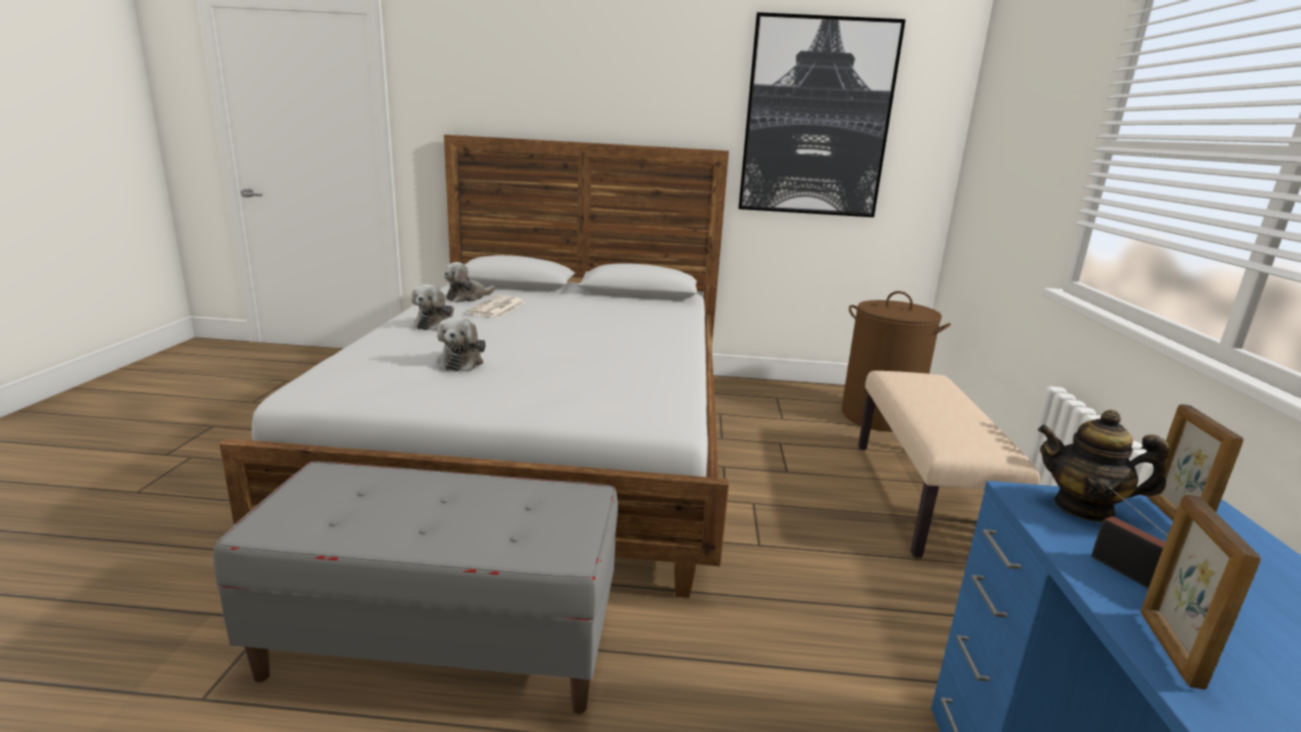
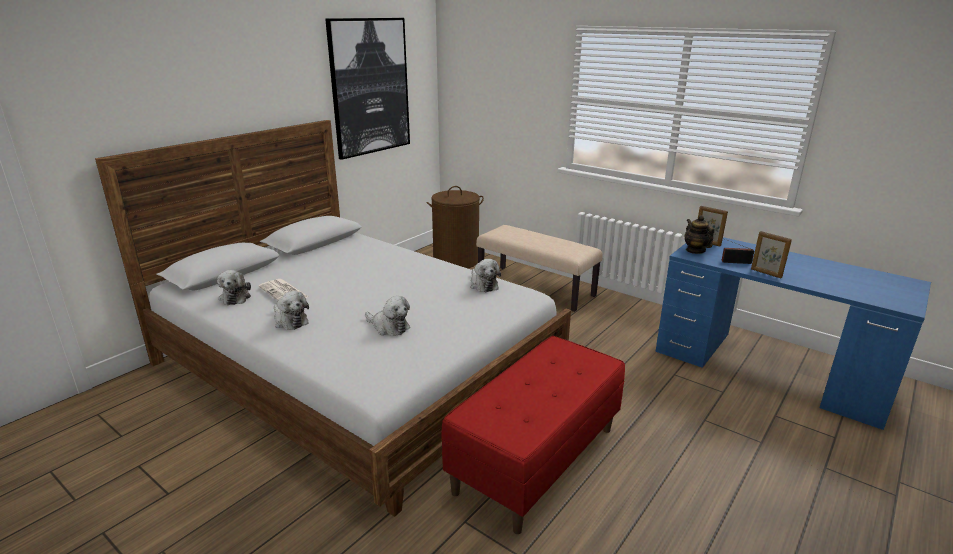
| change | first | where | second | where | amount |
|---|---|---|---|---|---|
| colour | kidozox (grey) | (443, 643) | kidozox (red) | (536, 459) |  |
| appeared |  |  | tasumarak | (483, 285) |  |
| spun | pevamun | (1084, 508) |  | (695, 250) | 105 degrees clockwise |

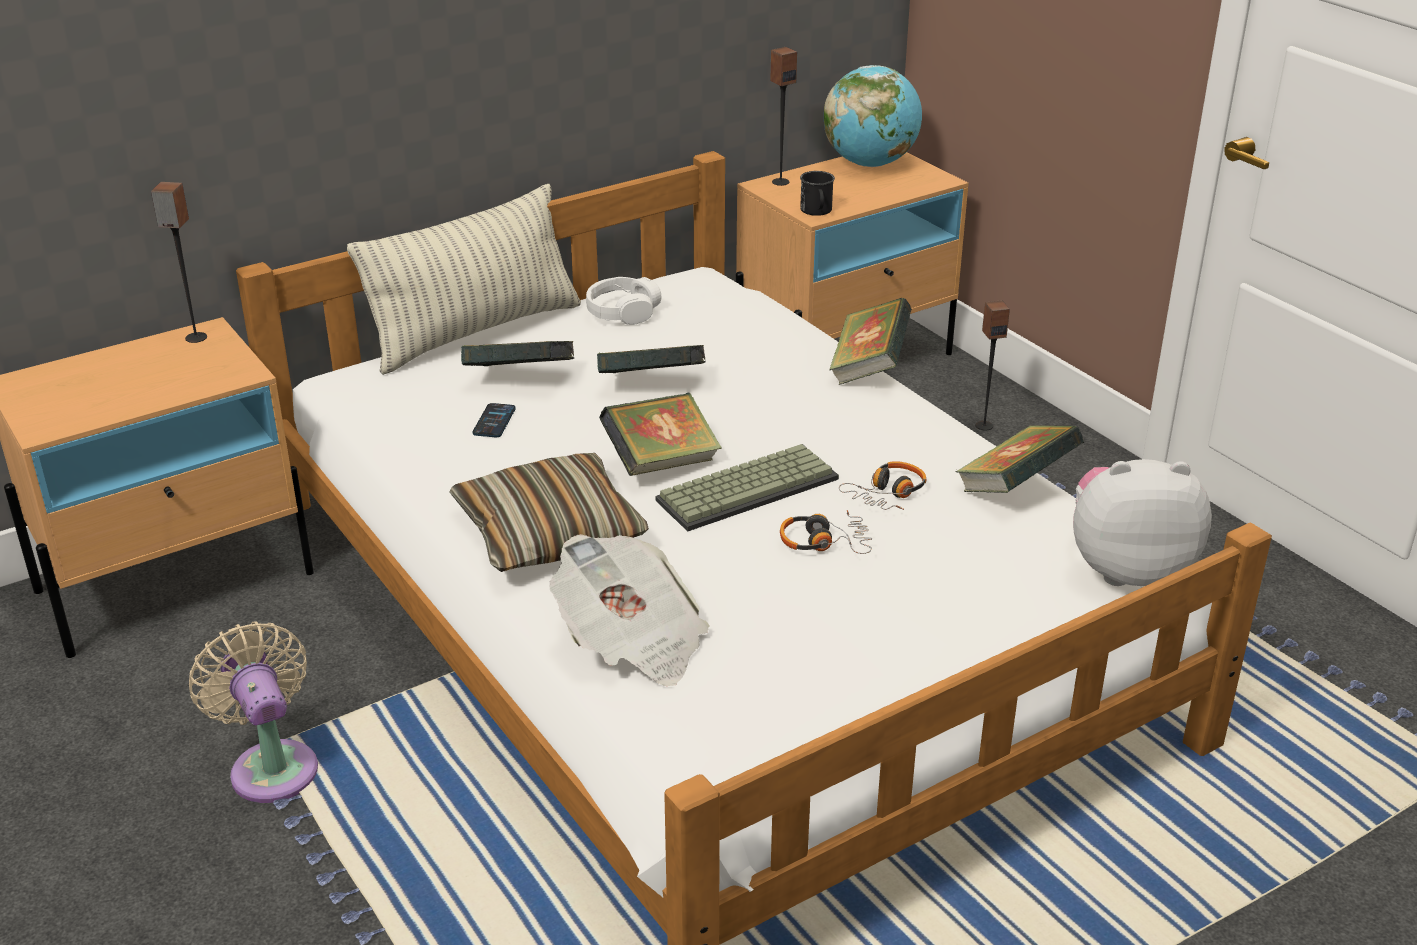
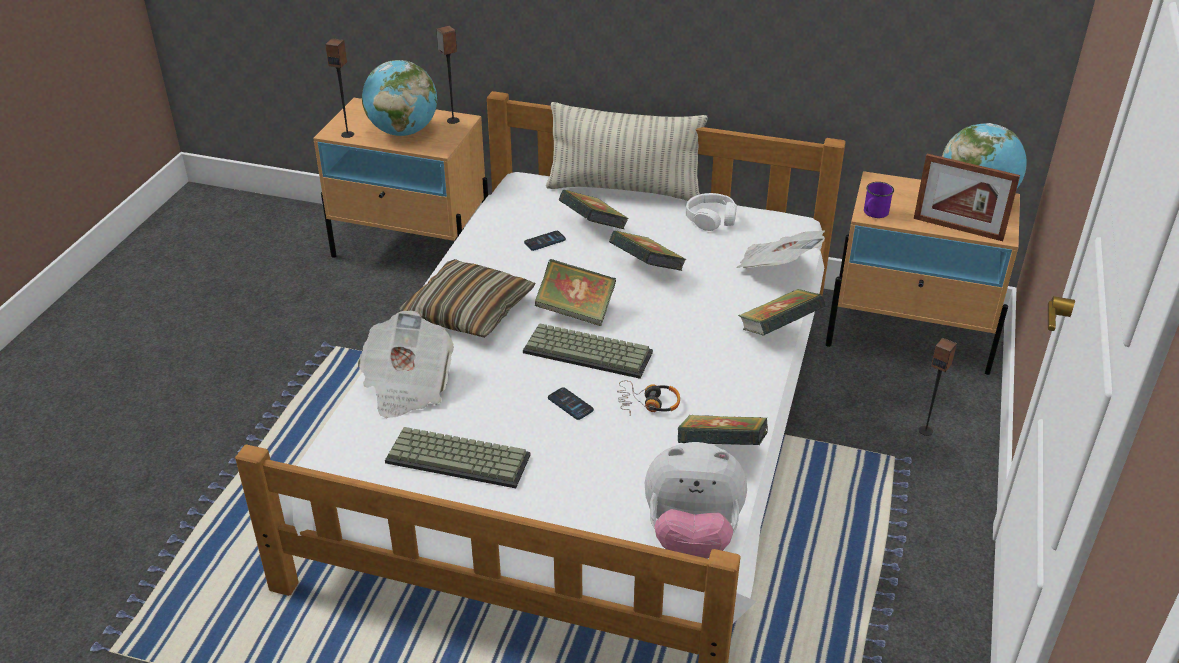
| change | first | where | second | where | amount |
|---|---|---|---|---|---|
| relocated | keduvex | (780, 182) |  | (347, 134) |  |
| appeared |  |  | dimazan | (403, 132) |  |
| appeared |  |  | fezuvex | (460, 457) |  |
| exchanged | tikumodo | (824, 542) | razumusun | (570, 404) |  |
| spun | tasumarak | (1127, 568) |  | (692, 536) | 135 degrees clockwise |
| appeared |  |  | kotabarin | (777, 268) |  |
| colour | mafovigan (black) | (817, 212) | mafovigan (purple) | (873, 213) |  |
| appeared |  |  | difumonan | (958, 229) |  |
| missing | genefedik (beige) | (272, 765) |  |  |  |

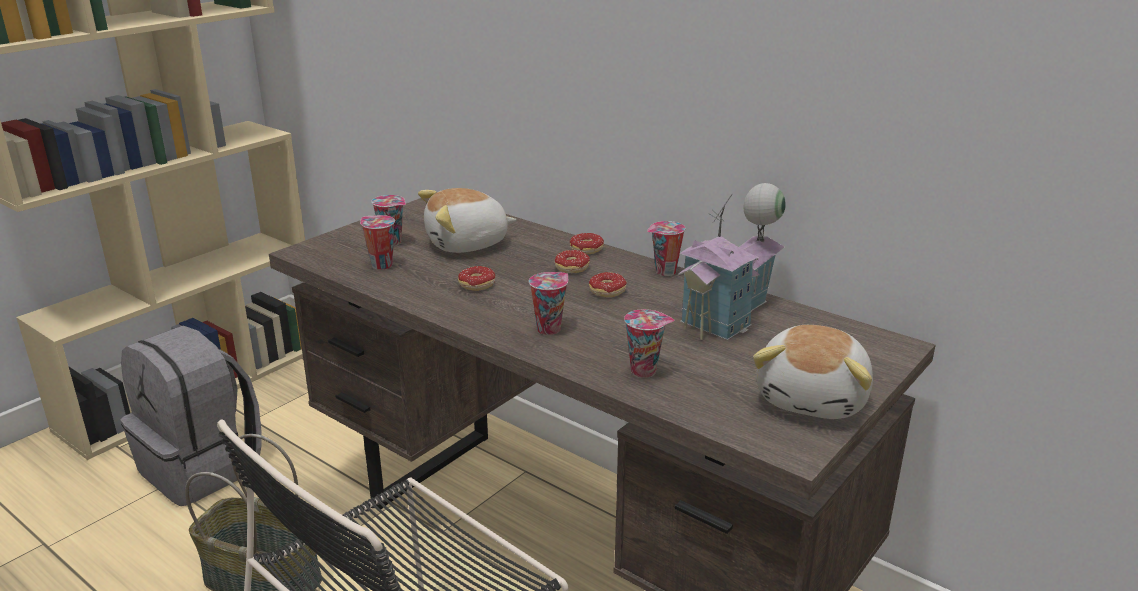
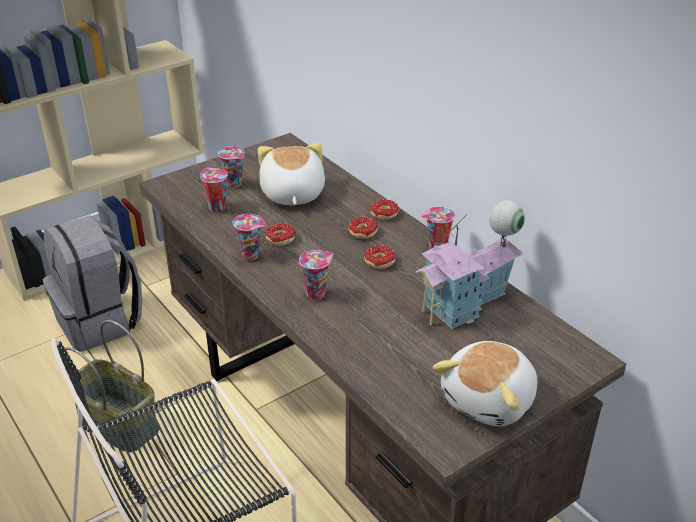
| change | first | where | second | where | amount |
|---|---|---|---|---|---|
| relocated | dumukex | (645, 370) |  | (251, 255) |  |
| spun | tasumarak | (467, 244) |  | (291, 194) | 90 degrees clockwise |

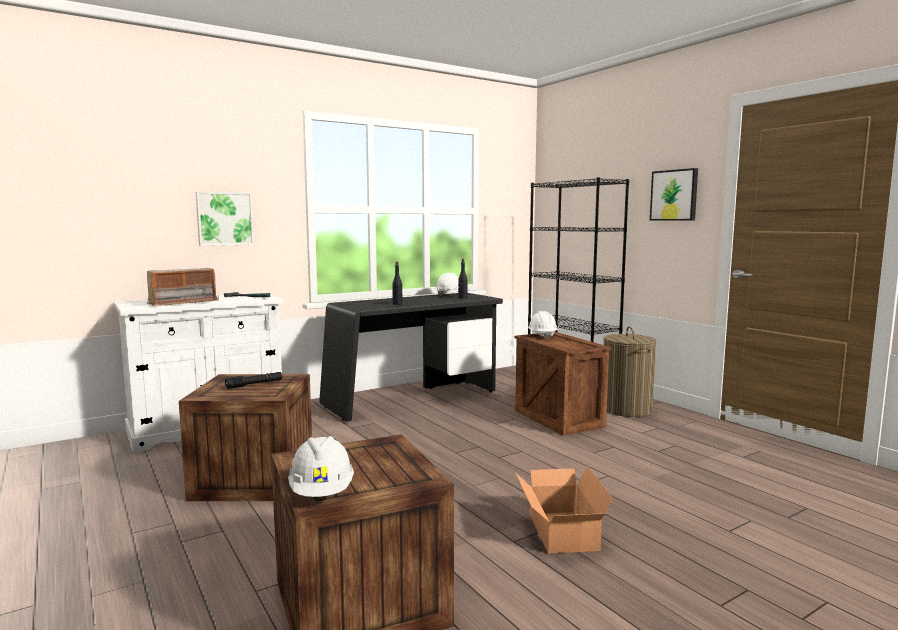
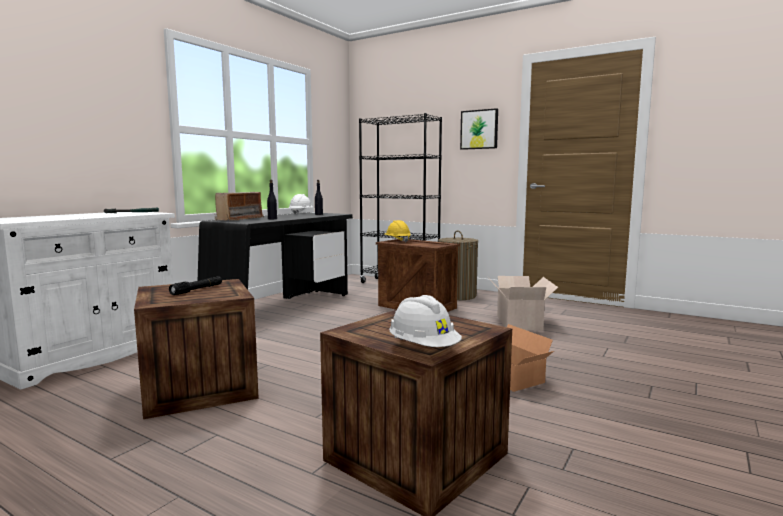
| change | first | where | second | where | amount |
|---|---|---|---|---|---|
| relocated | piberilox | (183, 303) |  | (240, 219) |  |
| colour | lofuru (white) | (542, 336) | lofuru (yellow) | (397, 241) |  |
| appeared |  |  | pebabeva | (519, 322) |  |
| missing | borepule | (224, 218) |  |  |  |

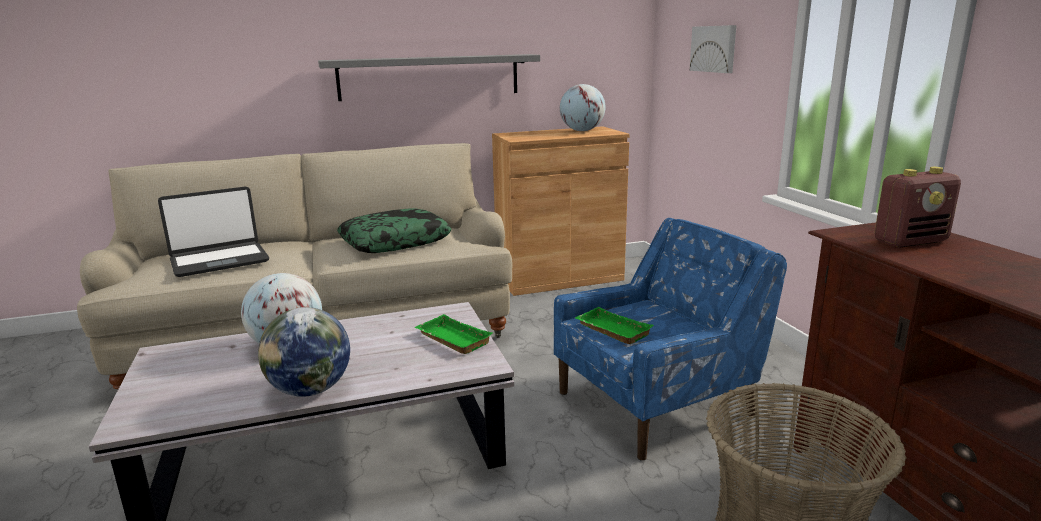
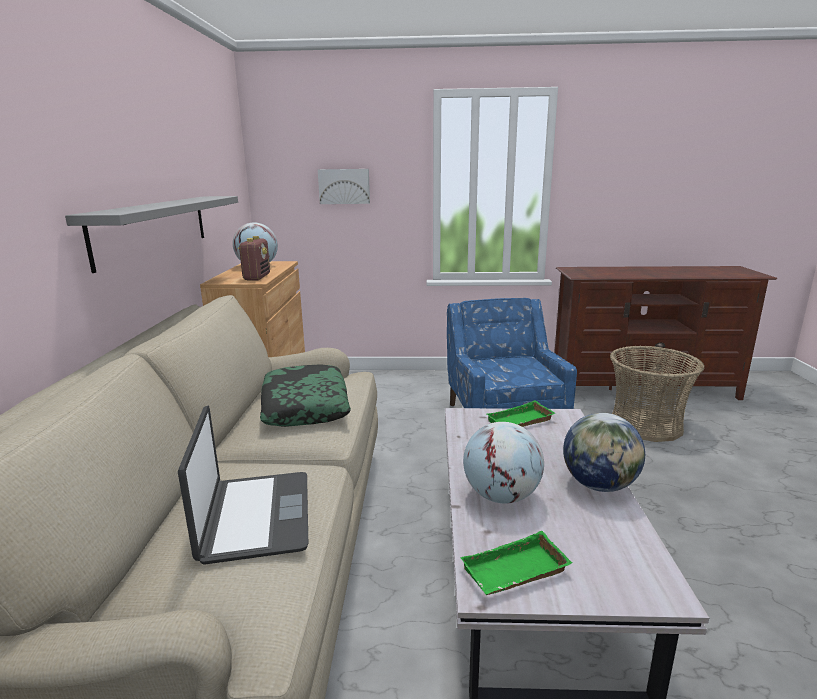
| change | first | where | second | where | amount |
|---|---|---|---|---|---|
| relocated | piberilox | (910, 242) |  | (257, 277) |  |
| relocated | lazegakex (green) | (611, 330) |  | (515, 573) |  |

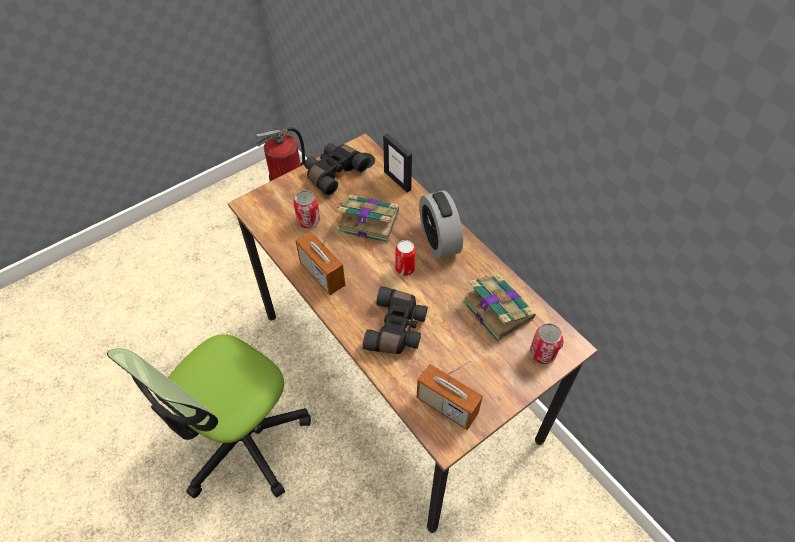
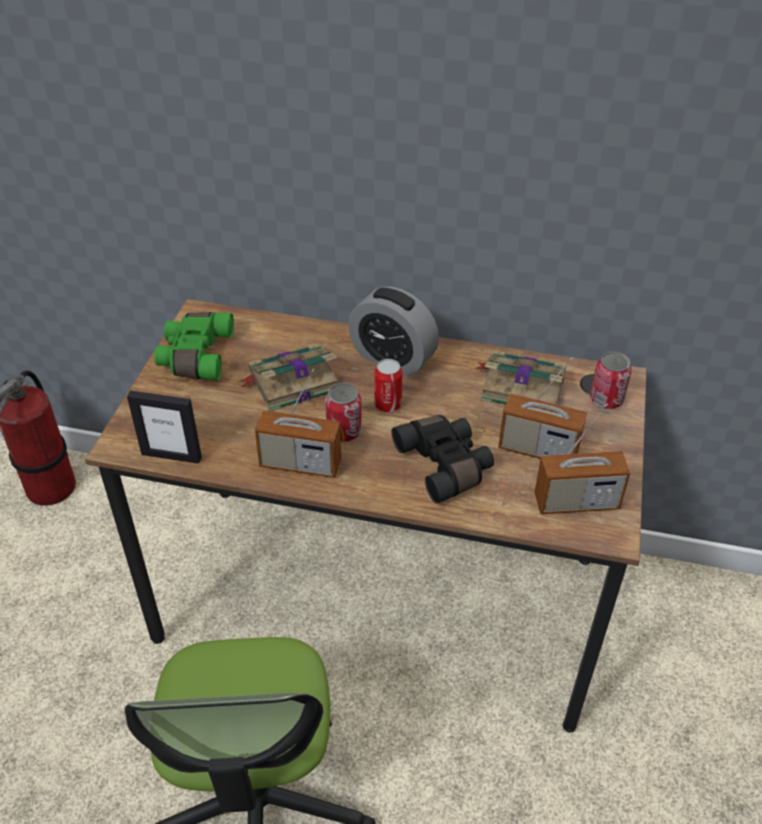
| change | first | where | second | where | amount |
|---|---|---|---|---|---|
| relocated | difumonan | (397, 180) |  | (171, 455) |  |
| colour | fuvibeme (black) | (334, 173) | fuvibeme (green) | (194, 356) |  |
| relocated | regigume | (308, 221) |  | (344, 431) |  |
| appeared |  |  | piberilox | (538, 450) |  |

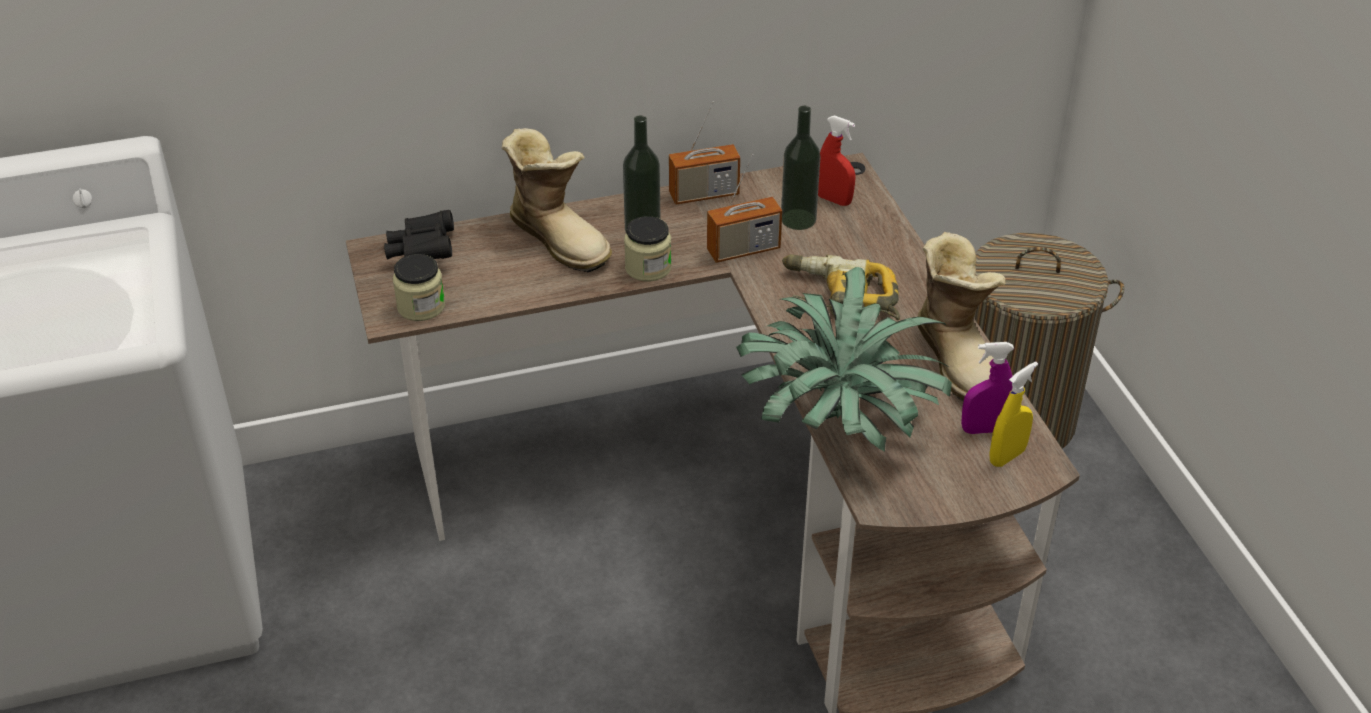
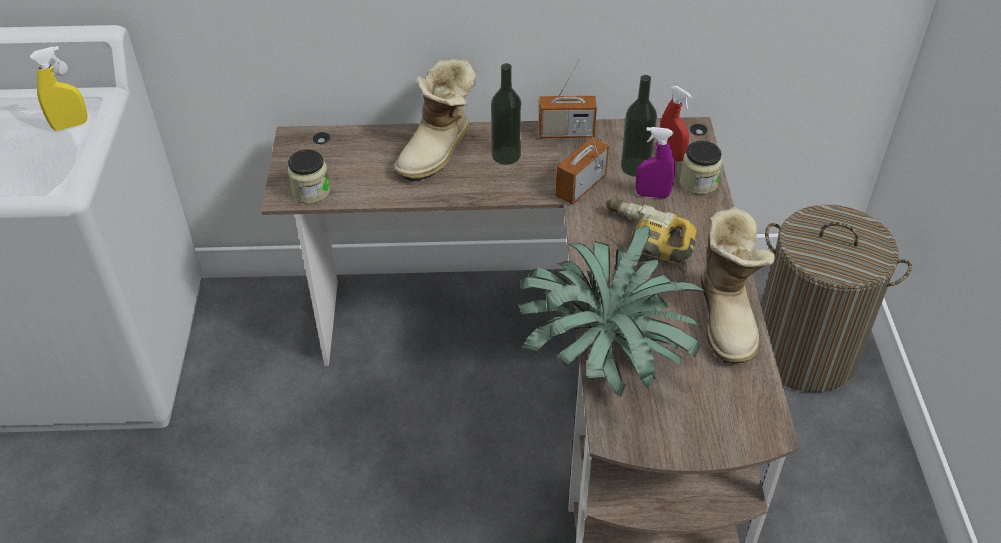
| change | first | where | second | where | amount |
|---|---|---|---|---|---|
| relocated | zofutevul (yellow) | (1007, 456) |  | (70, 125) |  |
| spun | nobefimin | (560, 238) |  | (439, 152) | 60 degrees clockwise |
| spun | piberilox | (743, 250) |  | (581, 186) | 135 degrees clockwise |
| relocated | zofutevul (purple) | (983, 429) |  | (652, 195) |  |
| relocated | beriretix | (648, 268) |  | (698, 182) |  |
| missing | fuvibeme (black) | (423, 252) |  |  |  |

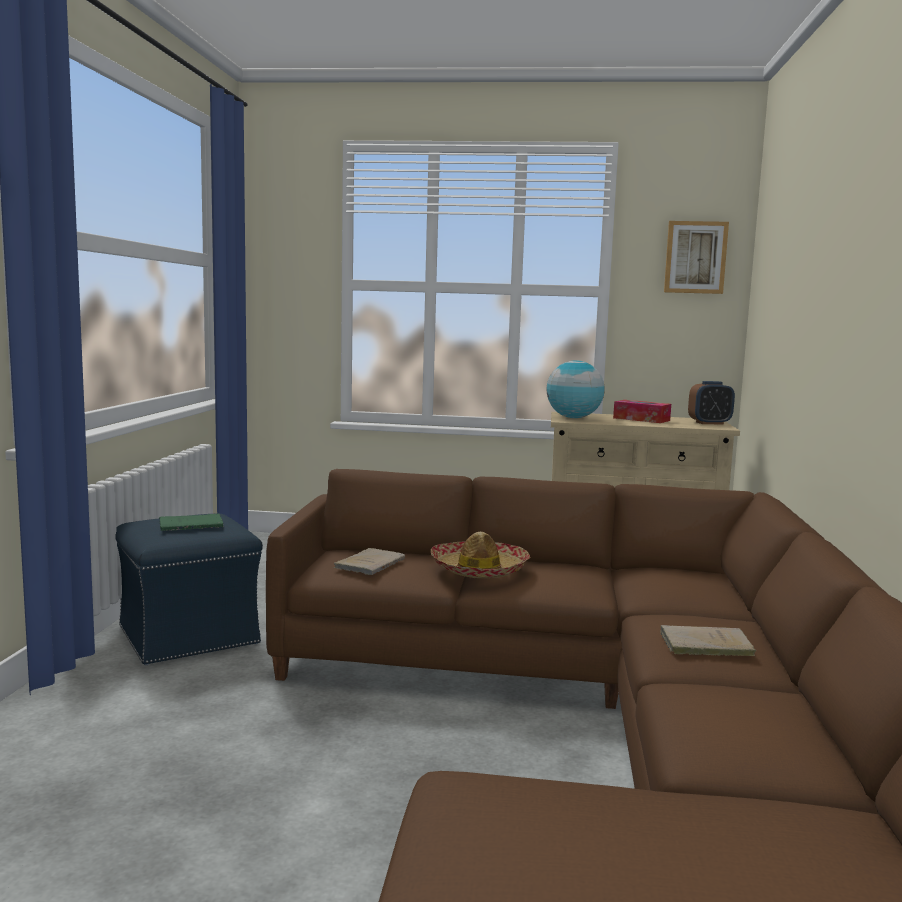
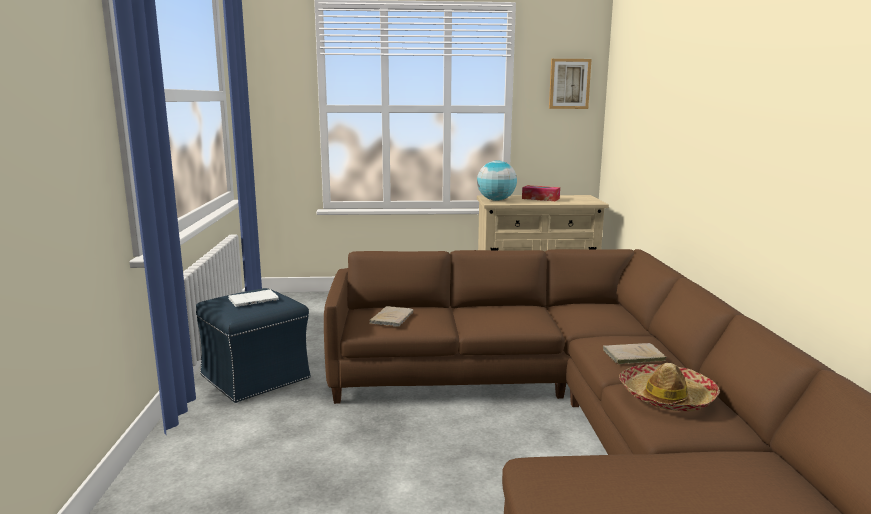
| change | first | where | second | where | amount |
|---|---|---|---|---|---|
| colour | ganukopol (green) | (193, 525) | ganukopol (white) | (255, 300) |  |
| relocated | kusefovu | (479, 570) |  | (666, 397) |  |
| missing | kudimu | (709, 423) |  |  |  |

